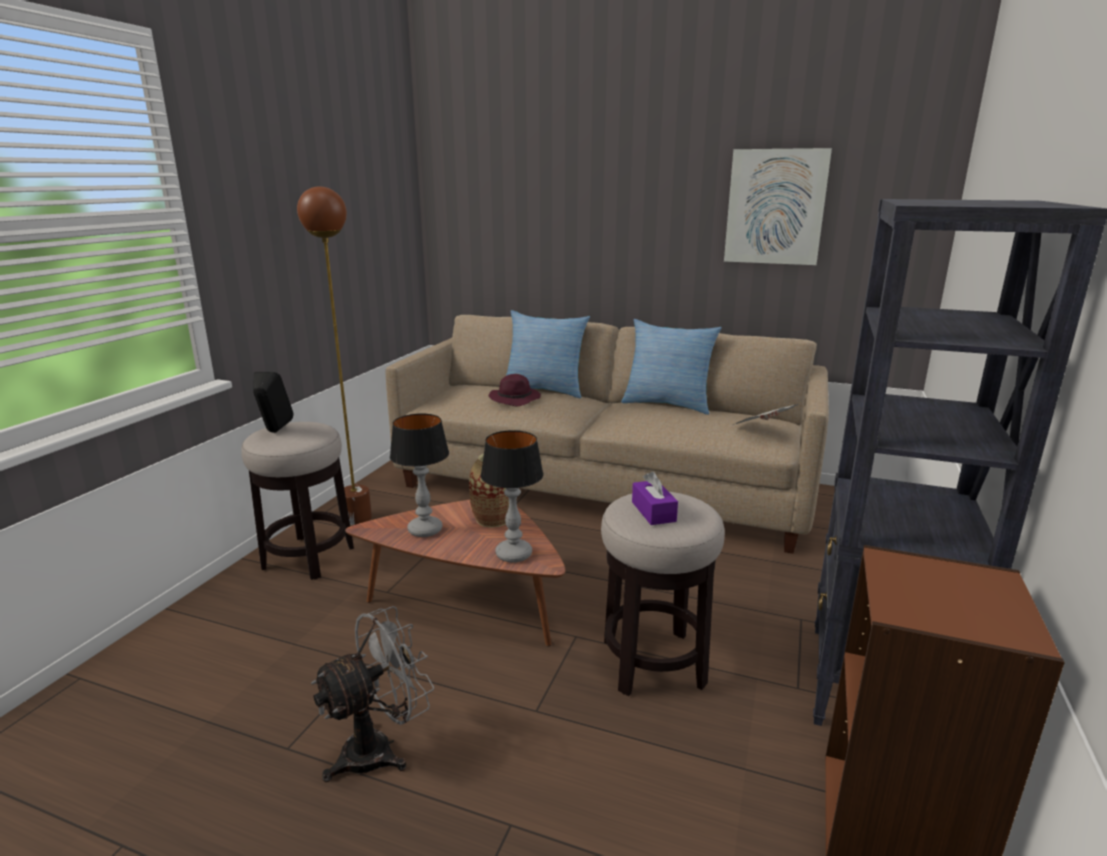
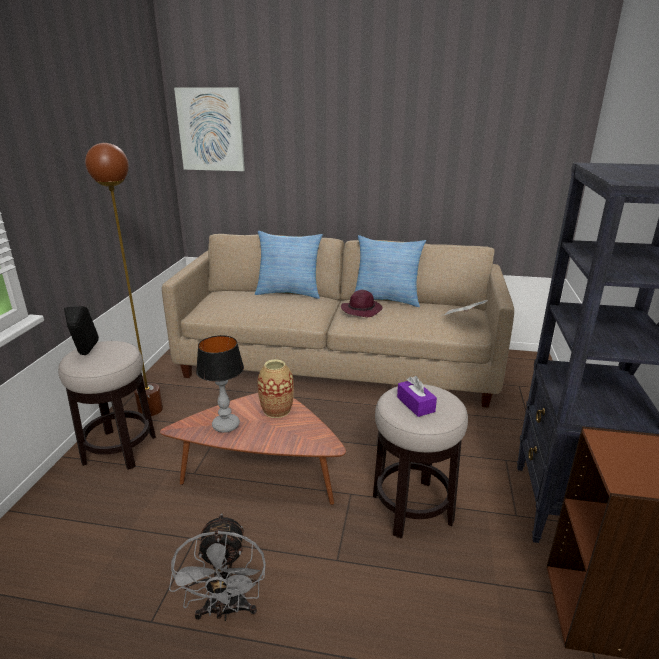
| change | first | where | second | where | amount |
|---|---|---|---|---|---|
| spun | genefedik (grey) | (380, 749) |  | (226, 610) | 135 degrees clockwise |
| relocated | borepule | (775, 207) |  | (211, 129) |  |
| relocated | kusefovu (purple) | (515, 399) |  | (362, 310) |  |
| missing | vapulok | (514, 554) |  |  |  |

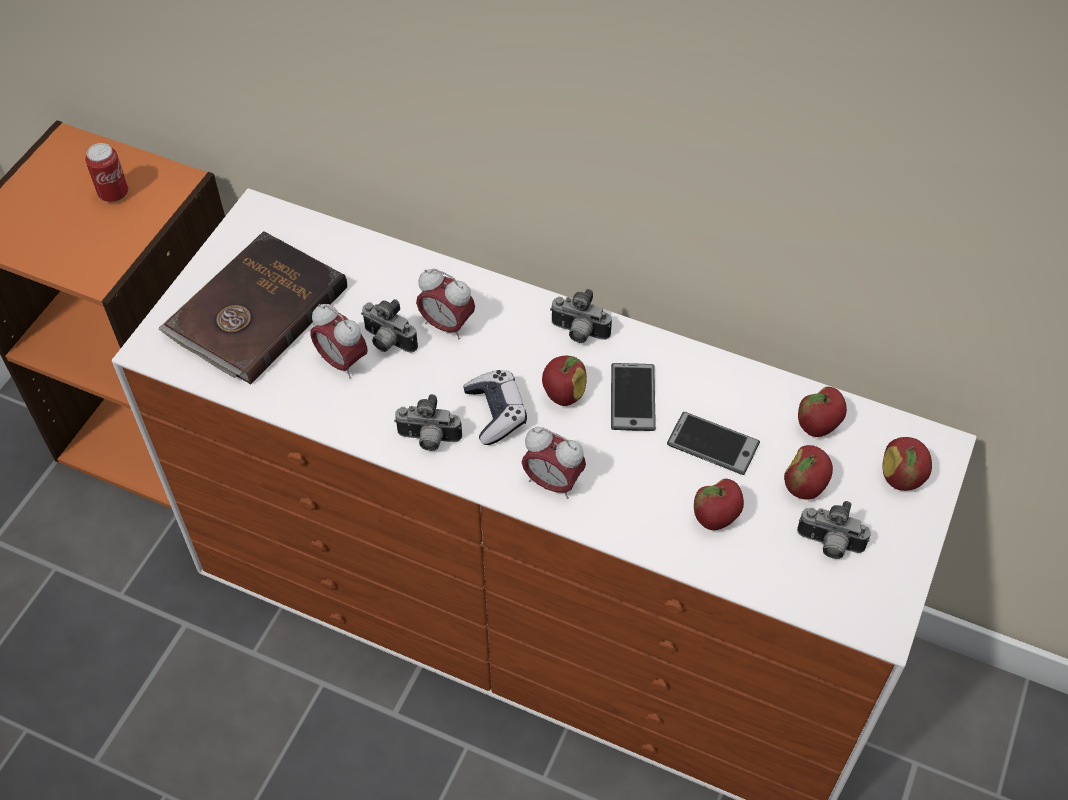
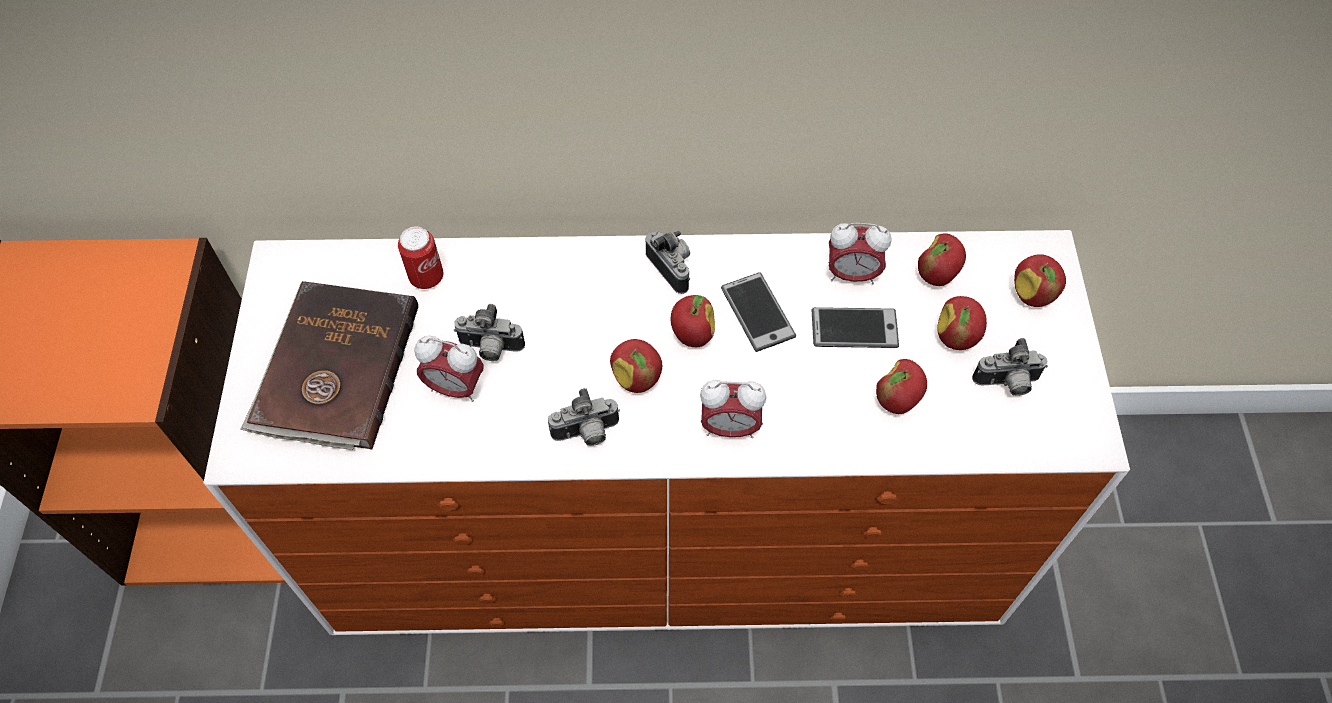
| change | first | where | second | where | amount |
|---|---|---|---|---|---|
| relocated | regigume | (114, 194) |  | (426, 277) |  |
| exchanged | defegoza | (496, 413) | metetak | (637, 379) |  |
| spun | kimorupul | (578, 333) |  | (672, 268) | 120 degrees counterclockwise |
| relocated | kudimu | (447, 325) |  | (852, 275) |  |

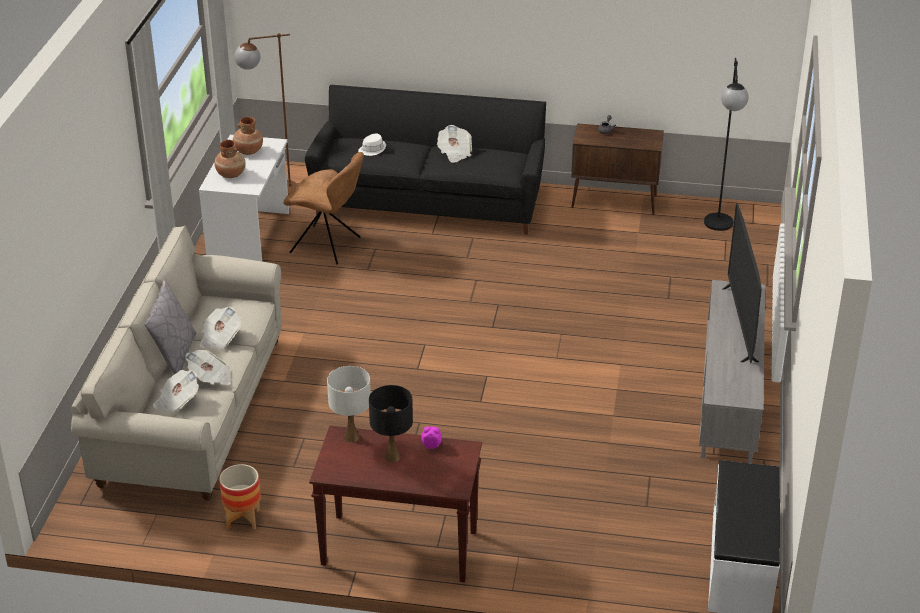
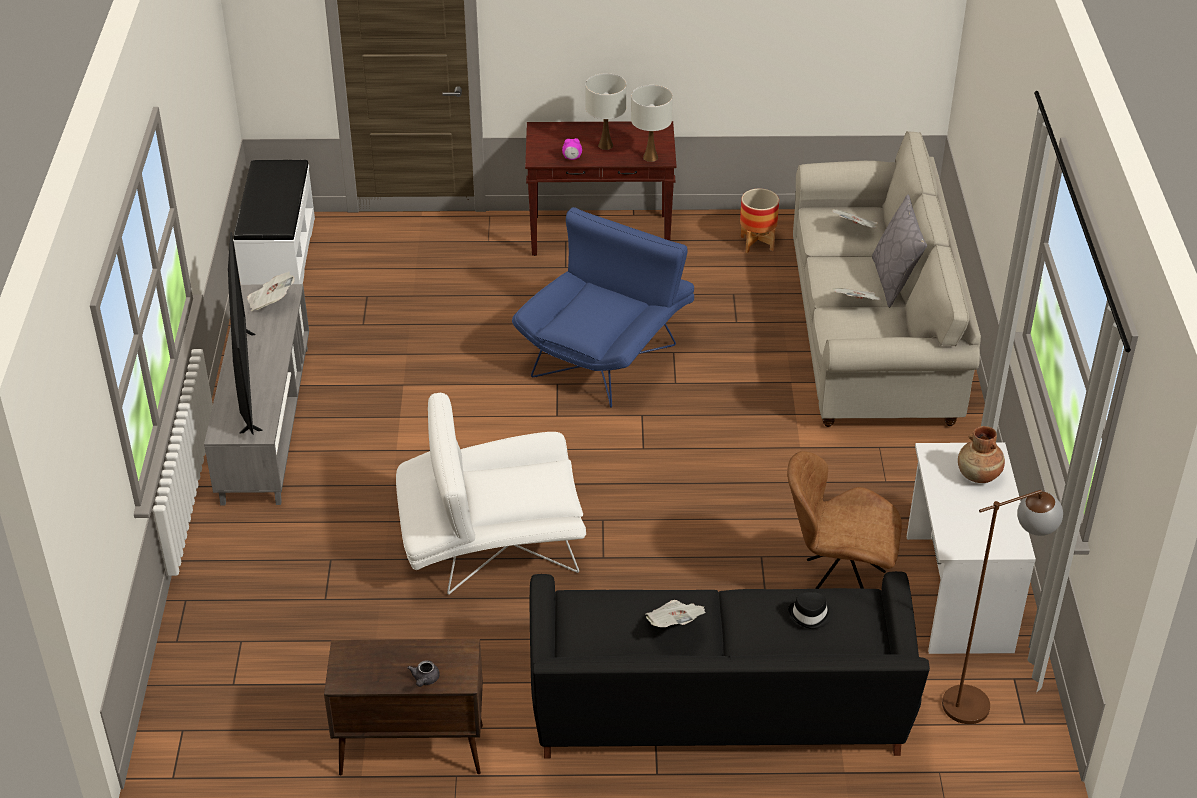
| change | first | where | second | where | amount |
|---|---|---|---|---|---|
| relocated | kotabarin | (210, 378) |  | (271, 302) |  |
| appeared |  |  | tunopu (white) | (491, 546) |  |
| appeared |  |  | tunopu (blue) | (607, 353) |  |
| colour | vapulok (black) | (392, 457) | vapulok (white) | (605, 145) |  |
| colour | kusefovu (white) | (372, 149) | kusefovu (black) | (810, 615) |  |
| missing | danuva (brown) | (248, 151) |  |  |  |
| missing | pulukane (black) | (718, 228) |  |  |  |

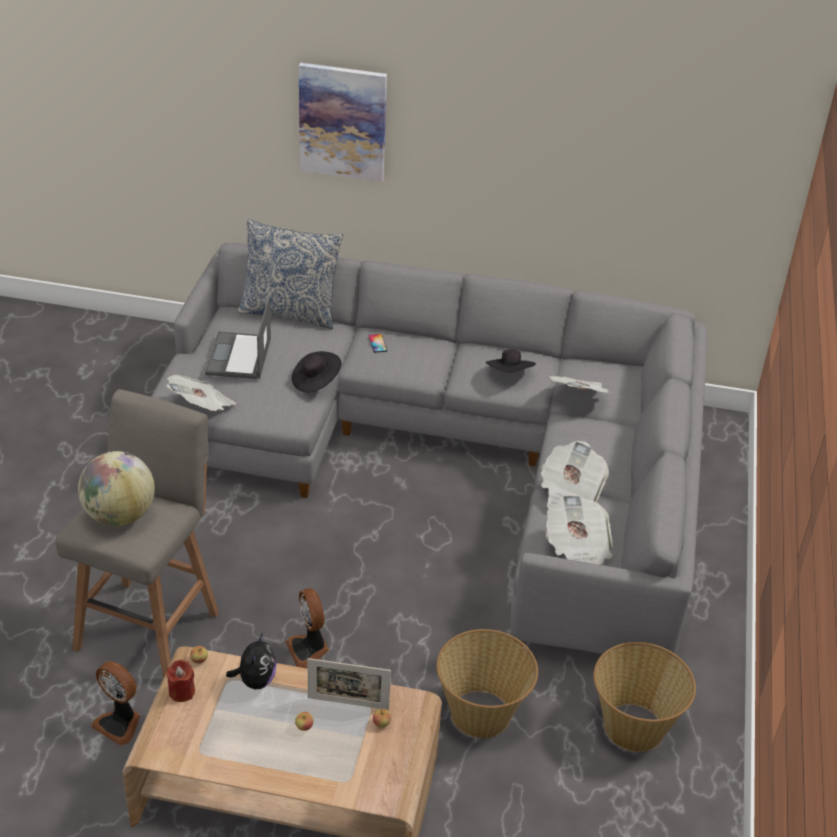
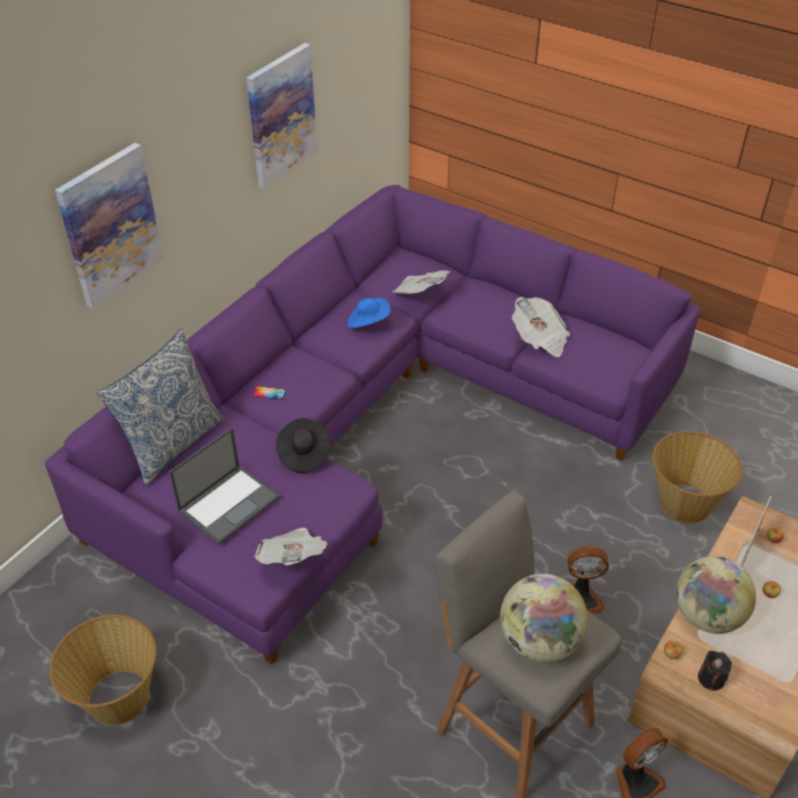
| change | first | where | second | where | amount |
|---|---|---|---|---|---|
| colour | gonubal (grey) | (453, 457) | gonubal (purple) | (373, 422) |  |
| relocated | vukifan | (634, 726) |  | (117, 696) |  |
| spun | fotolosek | (239, 357) |  | (229, 503) | 75 degrees counterclockwise |
| appeared |  |  | borepule | (281, 115) |  |
| colour | kusefovu (black) | (510, 374) | kusefovu (blue) | (368, 323) |  |
| exchanged | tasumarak | (255, 680) | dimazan | (707, 616) |  |
| colour | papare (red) | (182, 692) | papare (black) | (711, 679) |  |
| missing | kotabarin | (577, 548) |  |  |  |

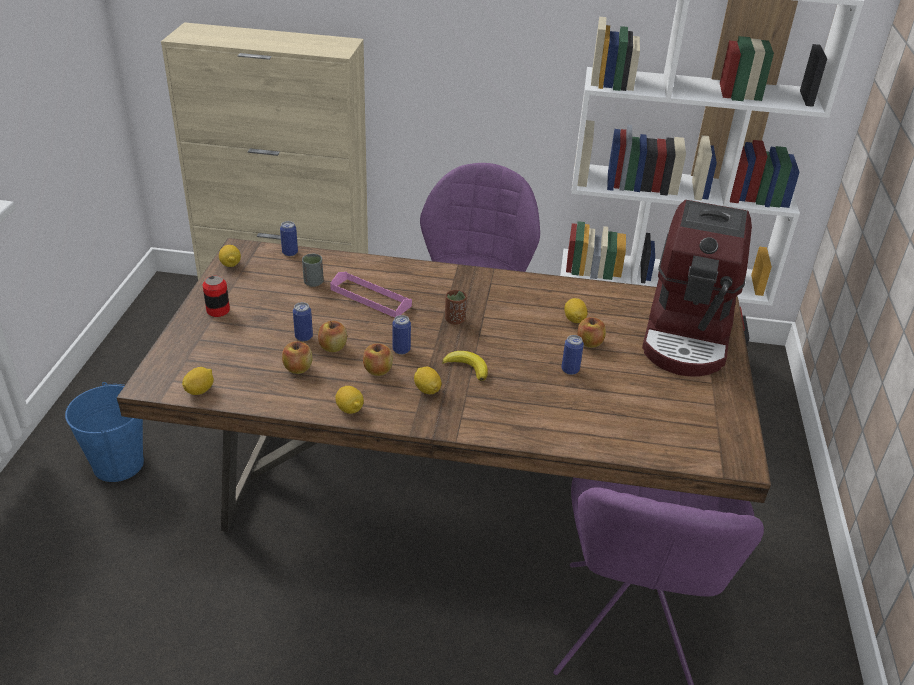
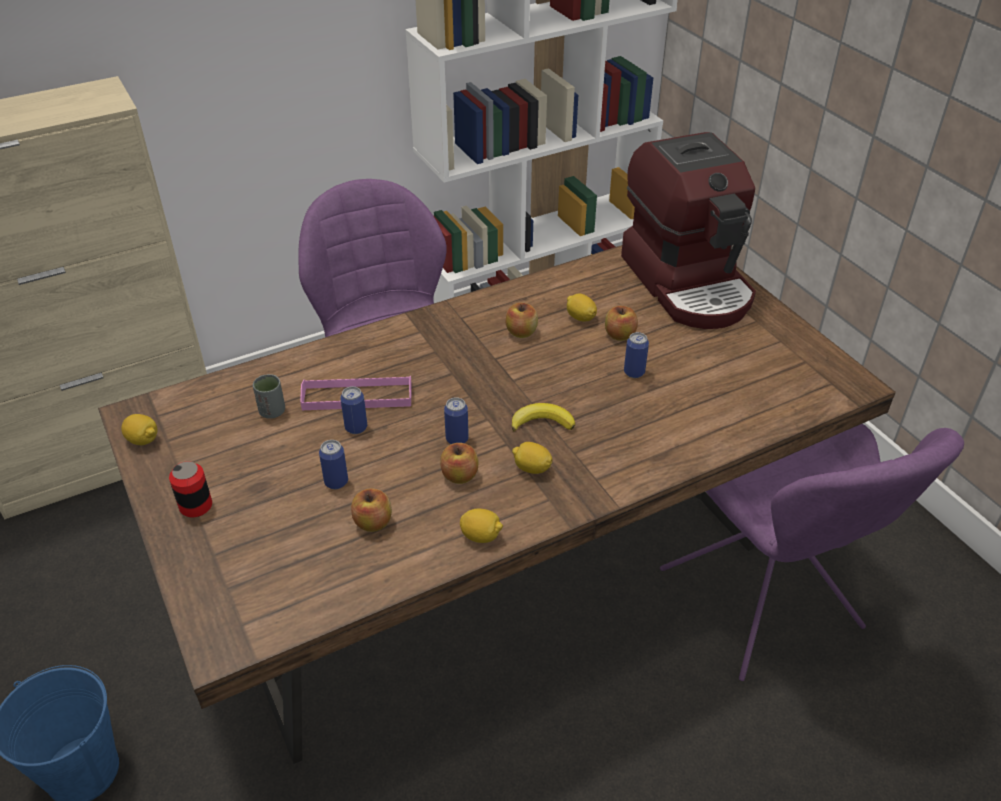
| change | first | where | second | where | amount |
|---|---|---|---|---|---|
| relocated | regigume | (290, 253) |  | (356, 427) |  |
| relocated | metetak | (333, 347) |  | (521, 332) |  |
| missing | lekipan | (200, 390) |  |  |  |
| missing | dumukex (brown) | (455, 320) |  |  |  |

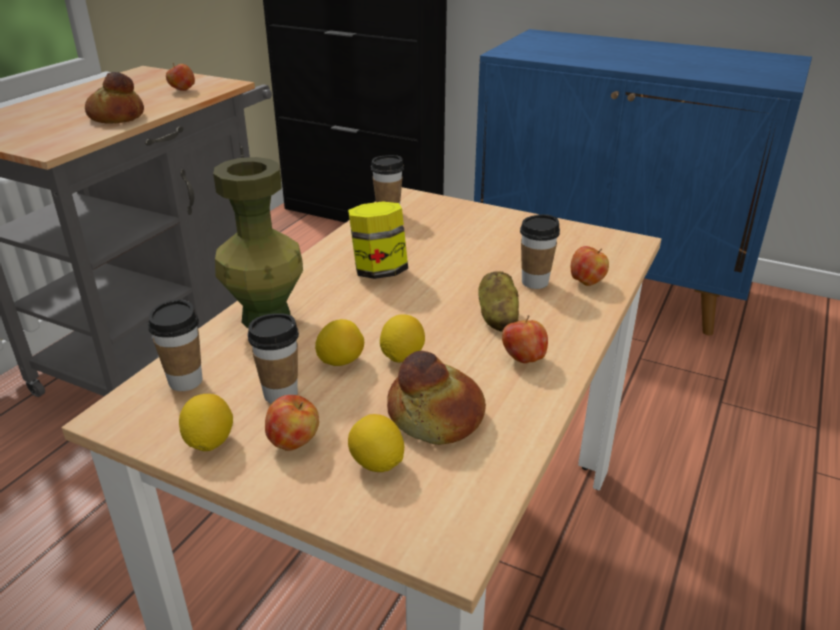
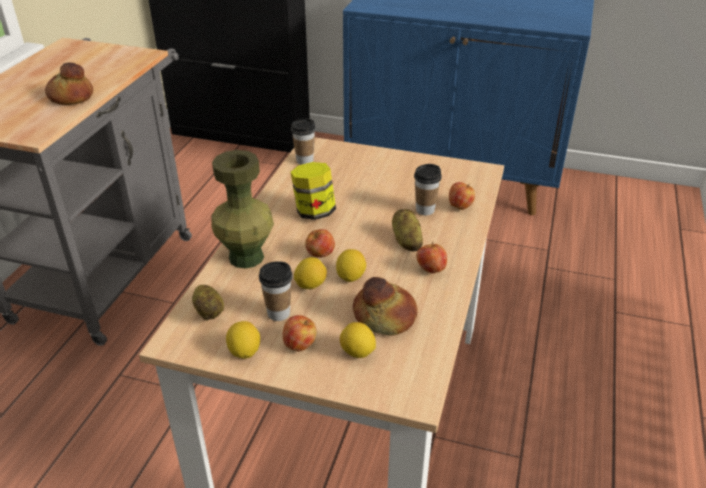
| change | first | where | second | where | amount |
|---|---|---|---|---|---|
| exchanged | dumukex | (185, 381) | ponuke | (210, 312) |  |
| relocated | metetak | (182, 90) |  | (320, 255) |  |

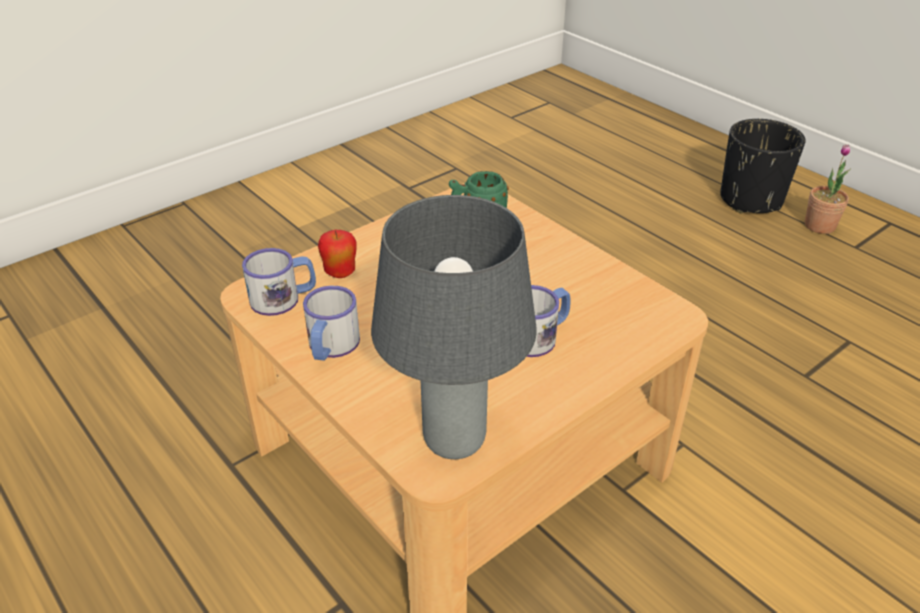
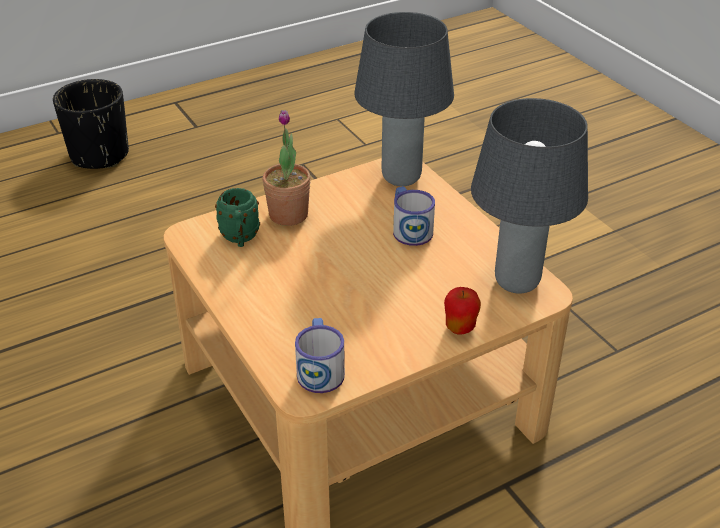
| change | first | where | second | where | amount |
|---|---|---|---|---|---|
| relocated | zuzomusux | (819, 226) |  | (288, 215) |  |
| appeared |  |  | vapulok (grey) | (402, 178) |  |
| relocated | metetak | (340, 273) |  | (460, 328) |  |
| missing | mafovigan | (331, 347) |  |  |  |

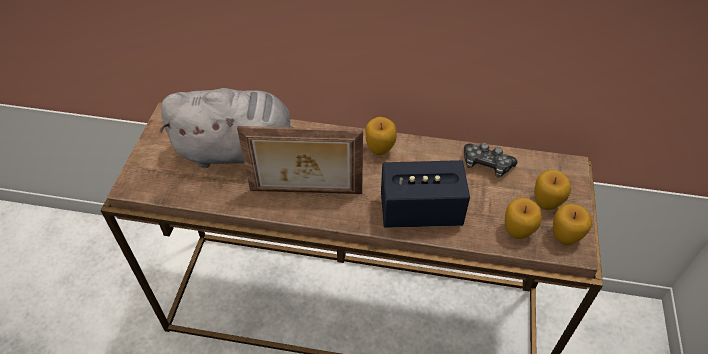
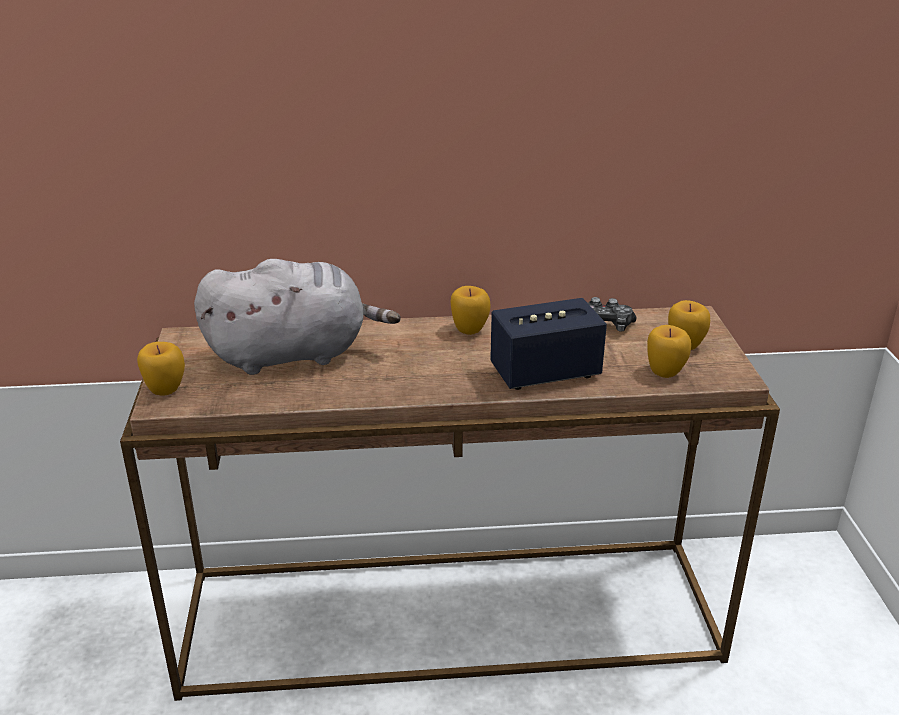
| change | first | where | second | where | amount |
|---|---|---|---|---|---|
| relocated | metetak | (565, 236) |  | (165, 389) |  |
| missing | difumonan | (305, 193) |  |  |  |

